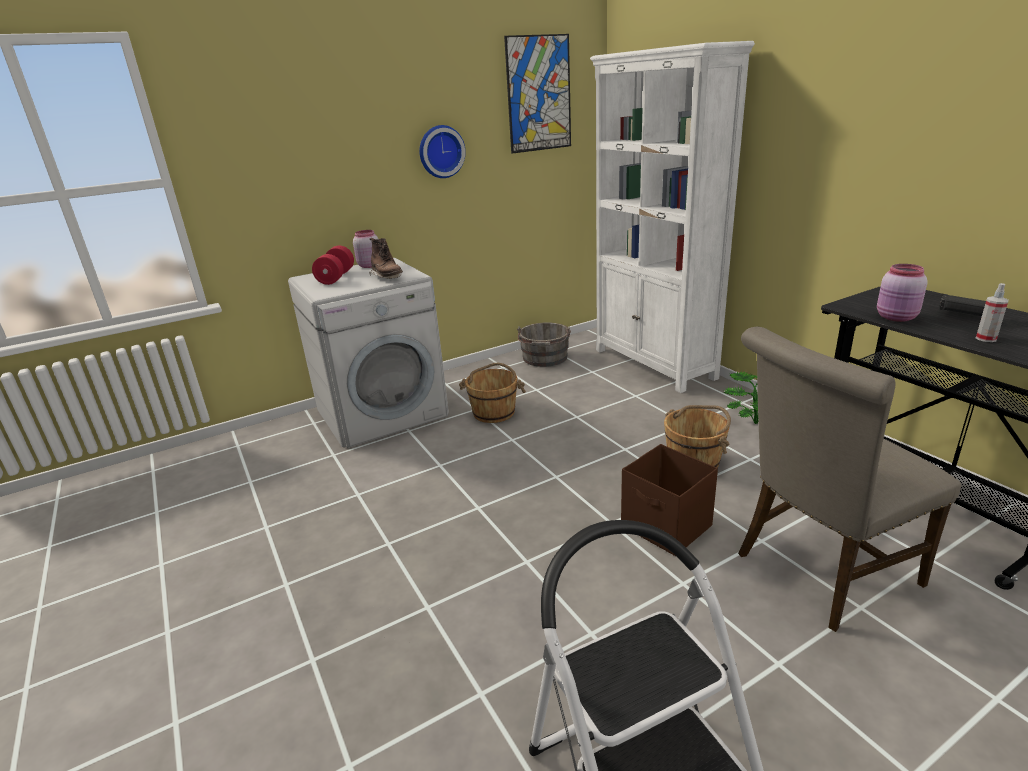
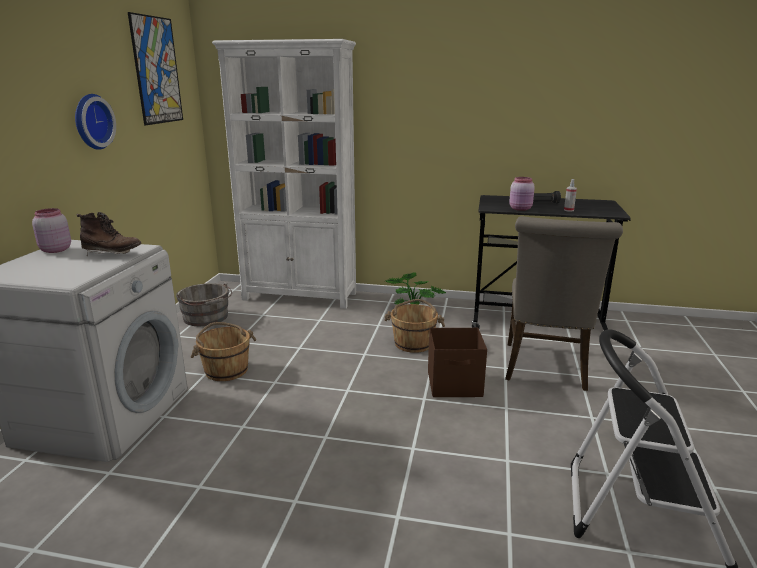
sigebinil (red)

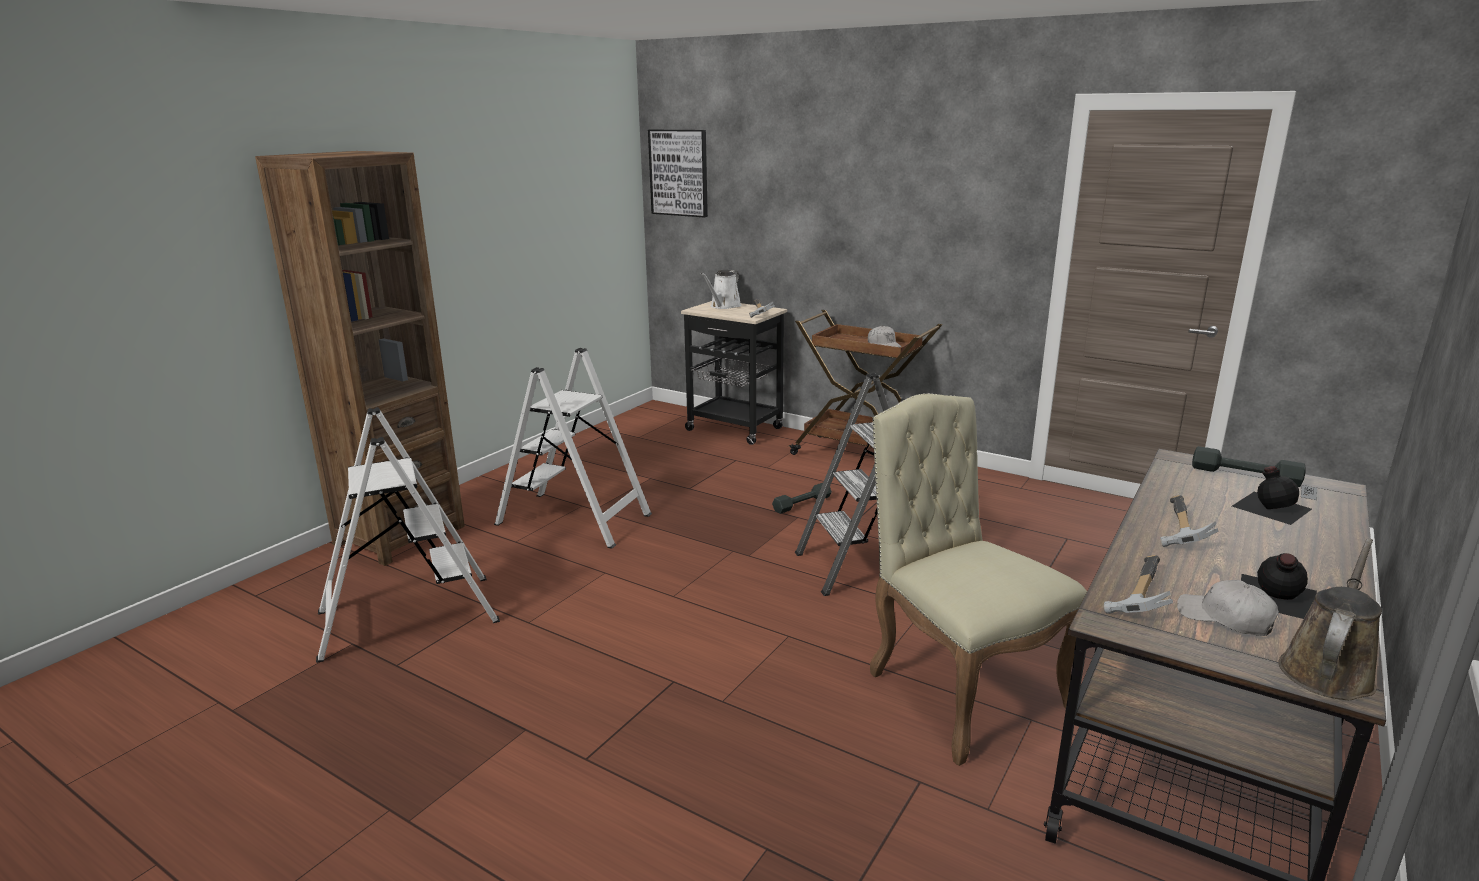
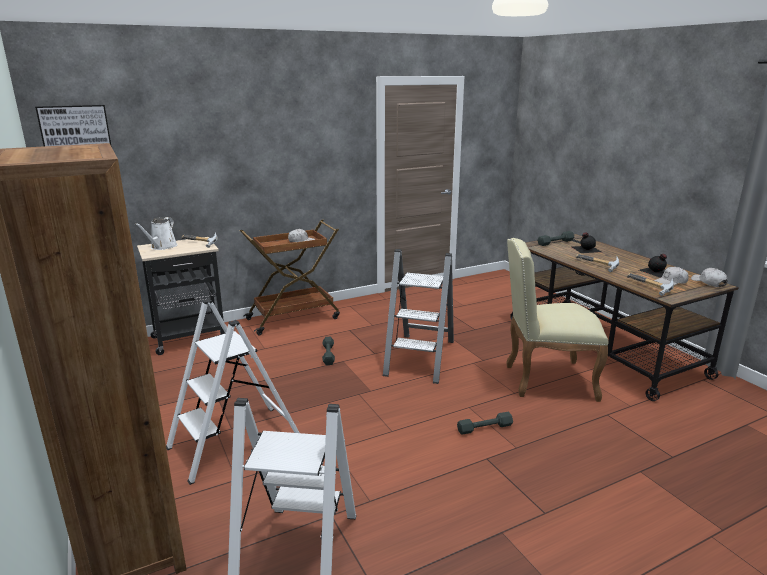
sigebinil (grey) (2nd from left)
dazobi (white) (3rd from left)
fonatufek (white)

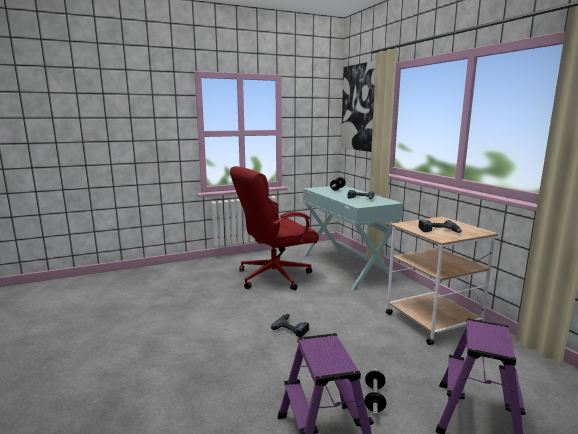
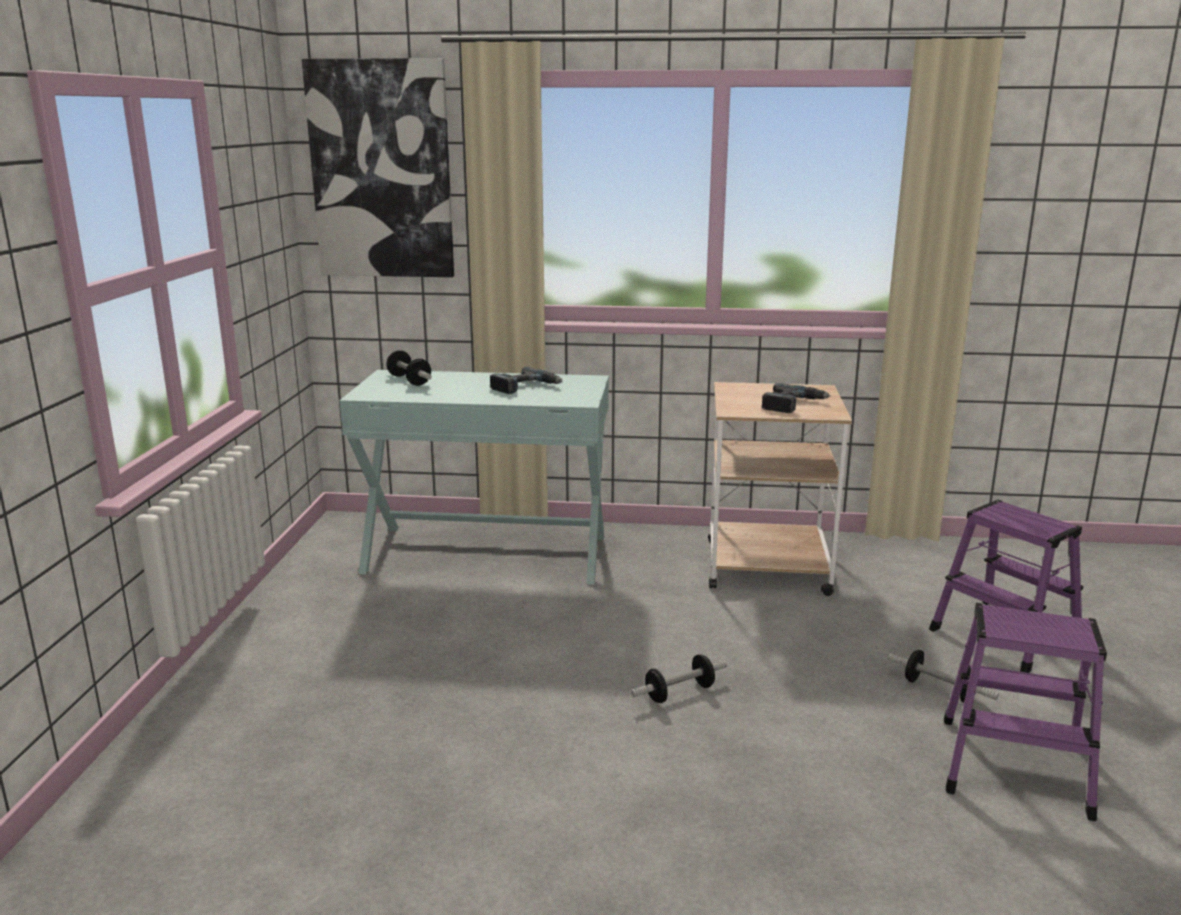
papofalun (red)
sigebinil (2nd from left)

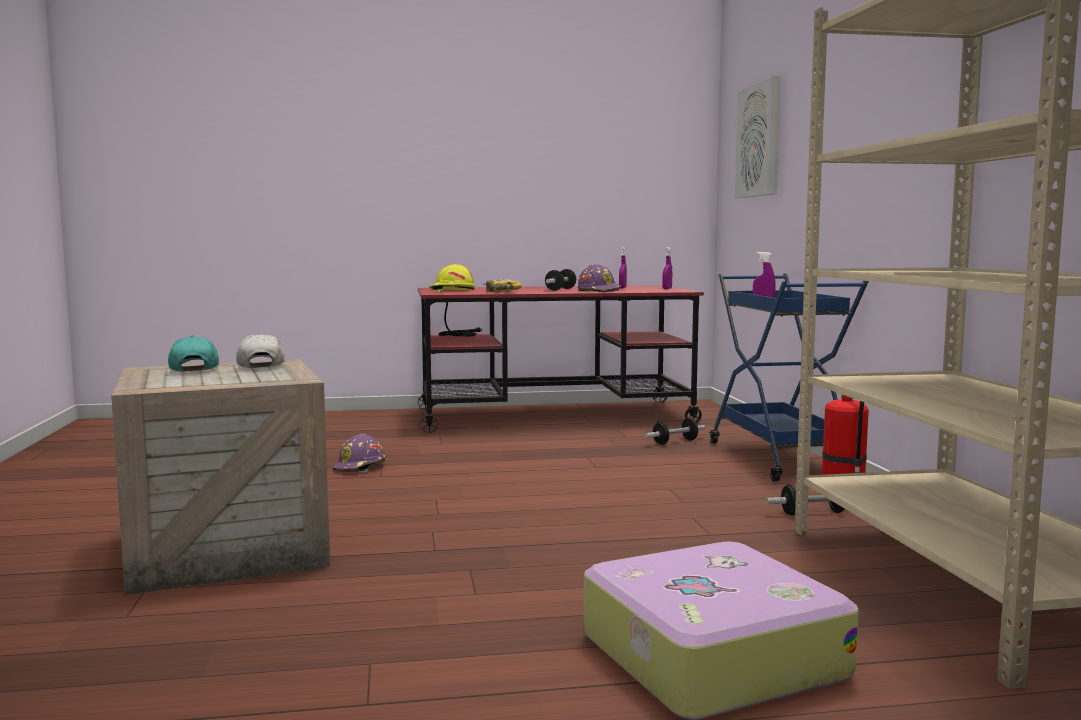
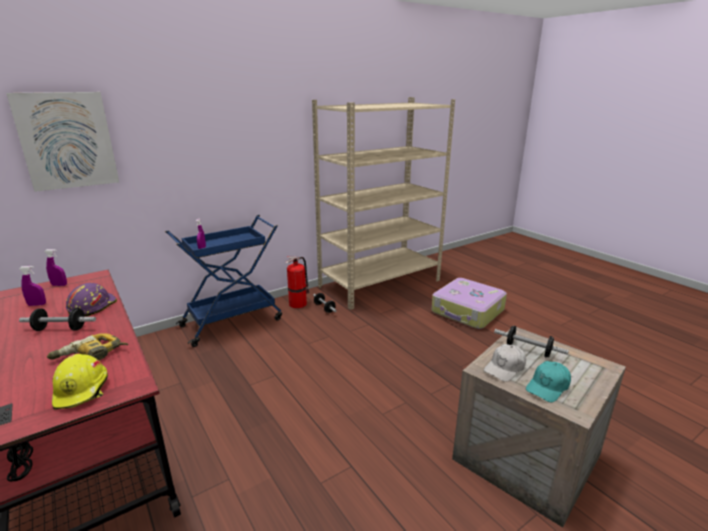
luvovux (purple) (1st from left in the first image)
sigebinil (3rd from left)

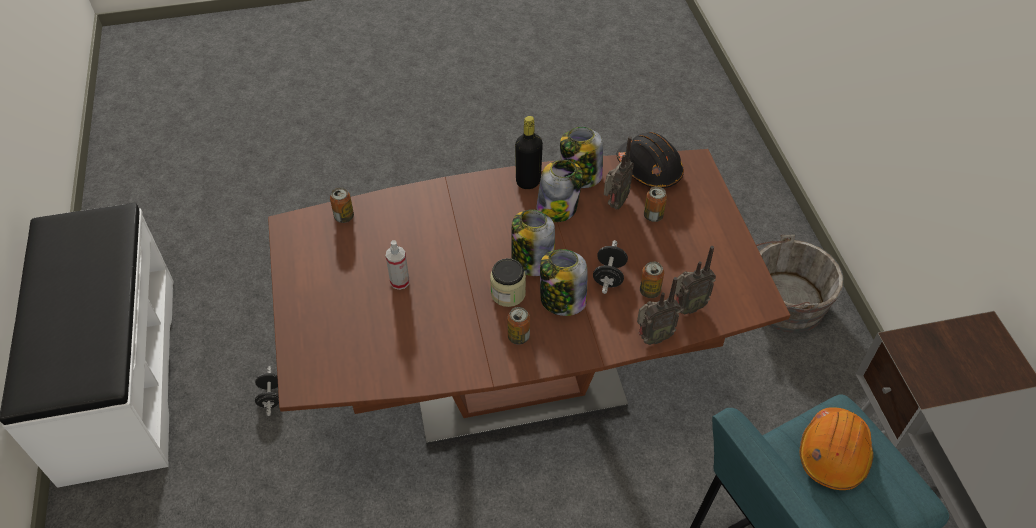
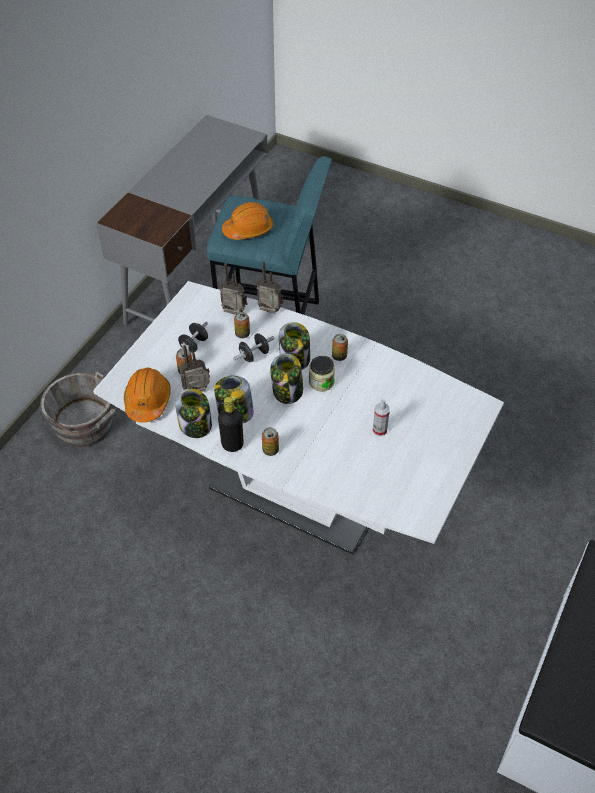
sigebinil (black) (1st from left)
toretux (3rd from left)
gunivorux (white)
luvovux (orange) (1st from left)

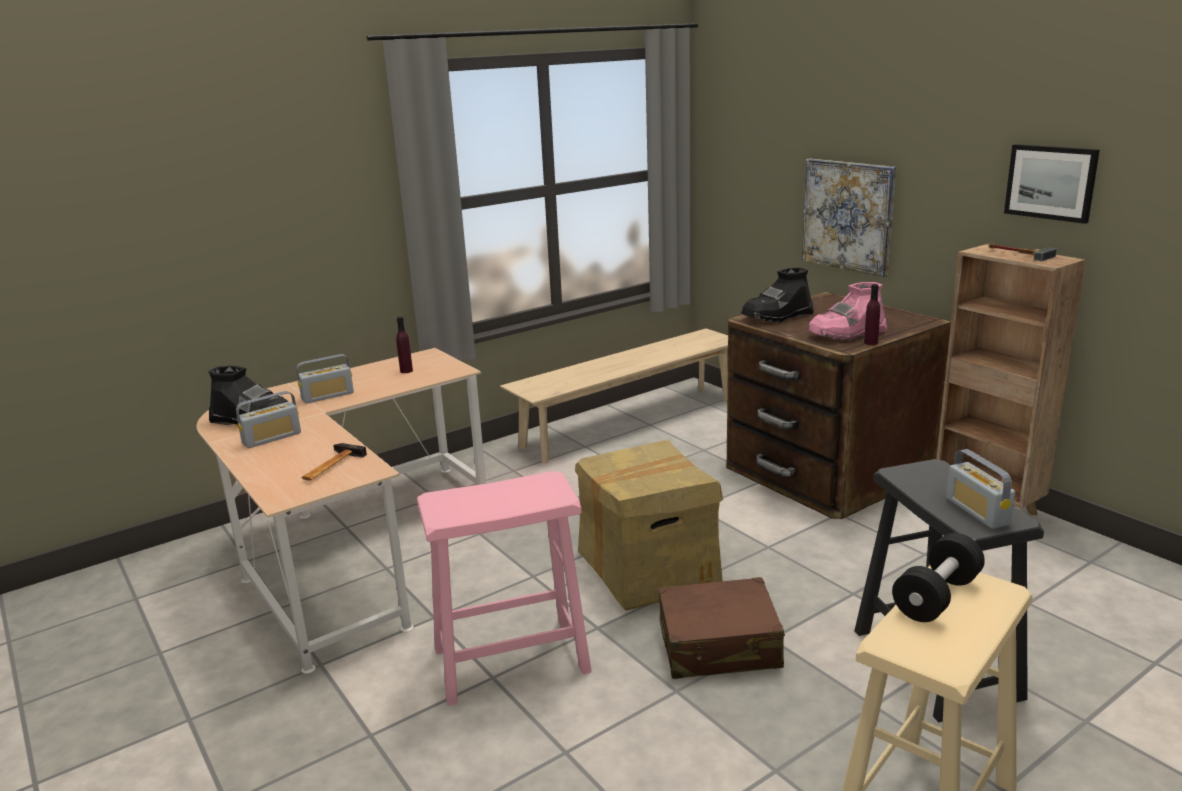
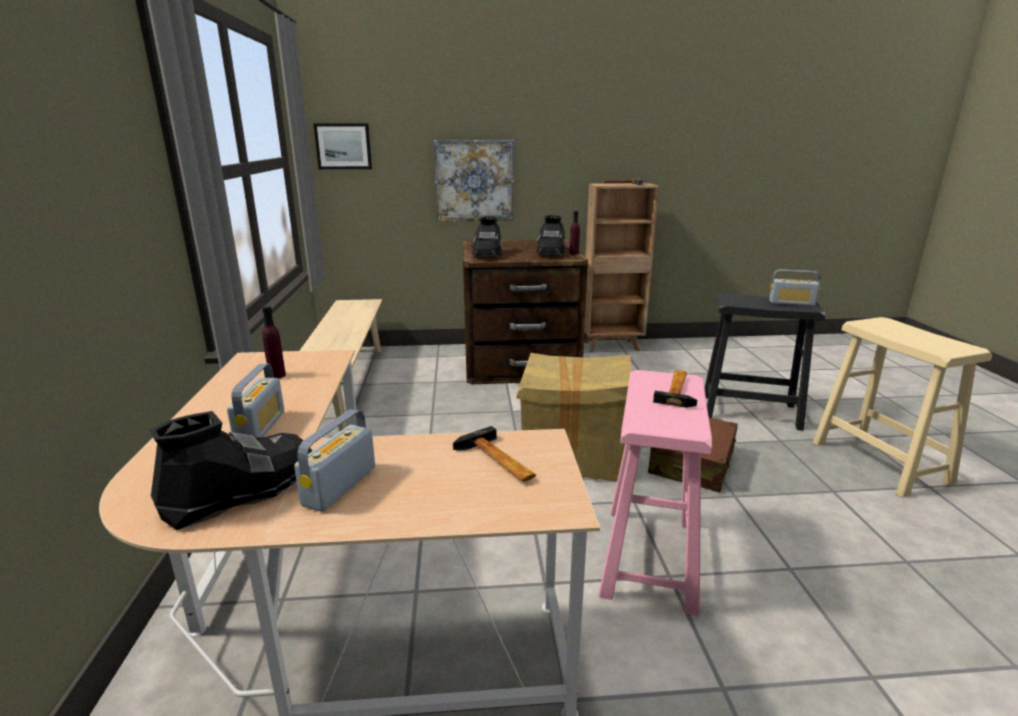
sigebinil (black)
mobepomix (3rd from left)
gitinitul (1st from left)
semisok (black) (3rd from left)
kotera (2nd from left)

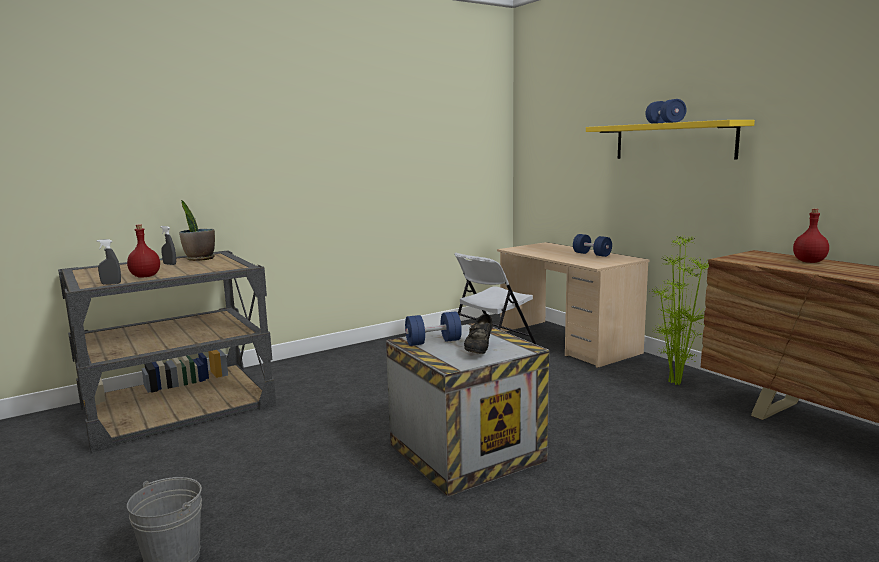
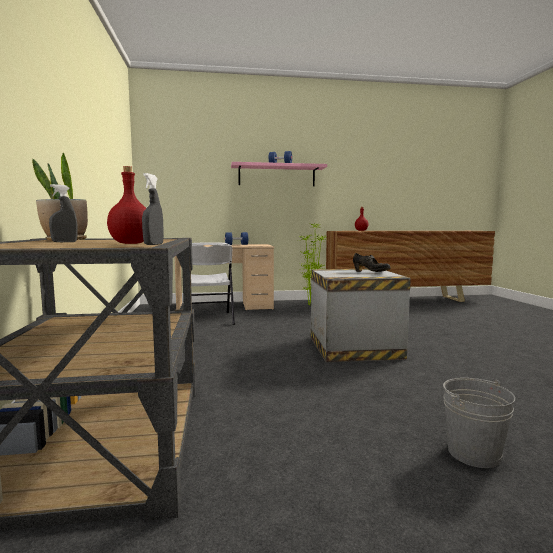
sigebinil (blue) (1st from left in the first image)
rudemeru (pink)

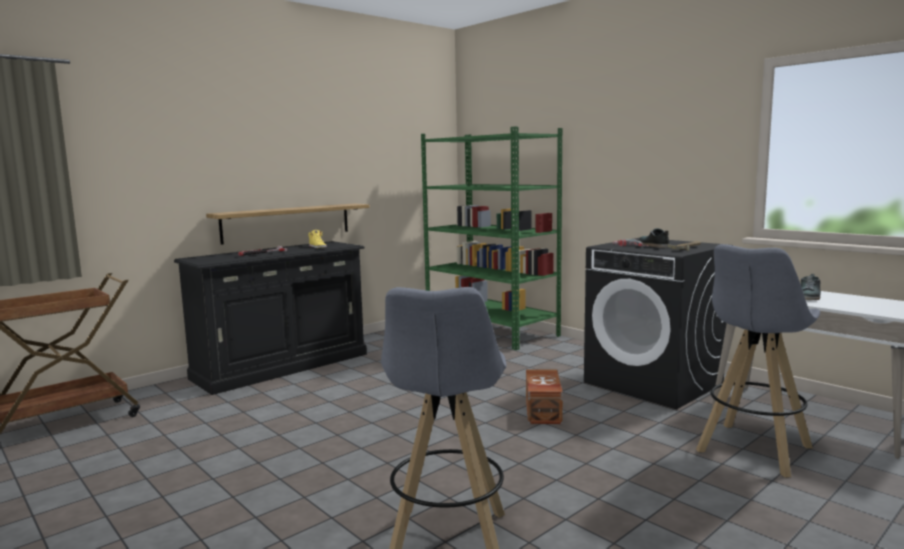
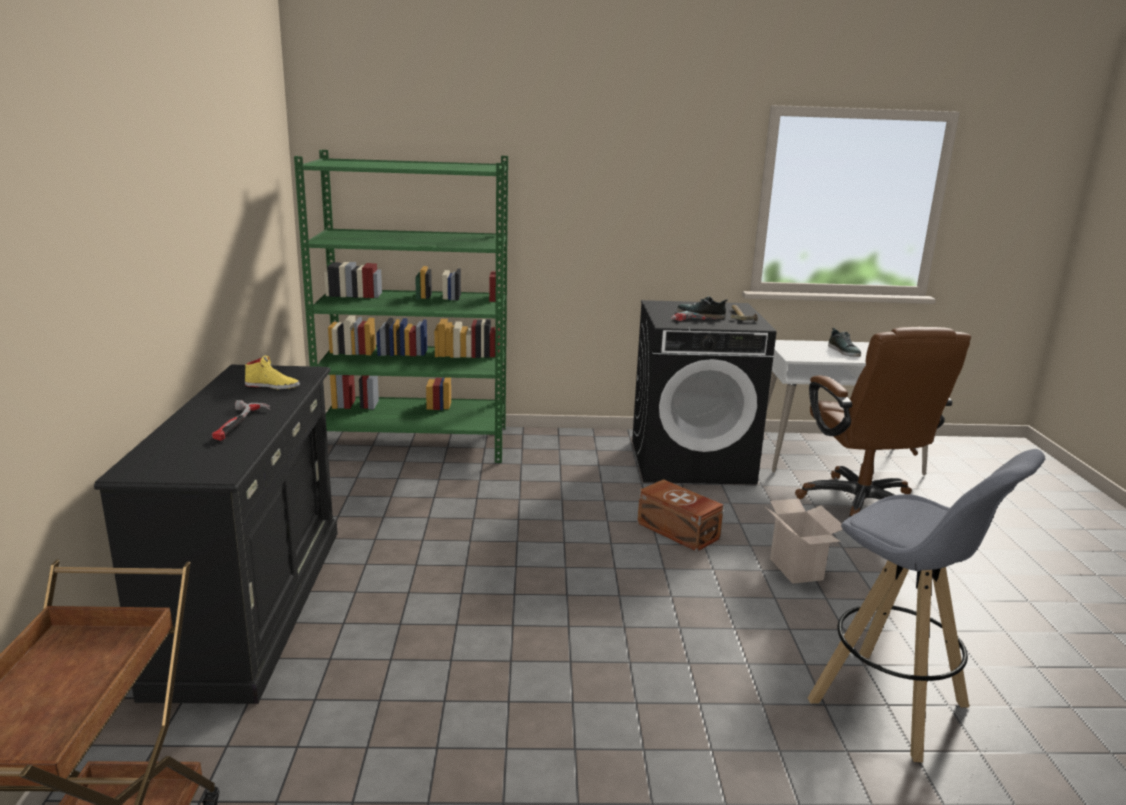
rudemeru
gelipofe
papofalun (brown)

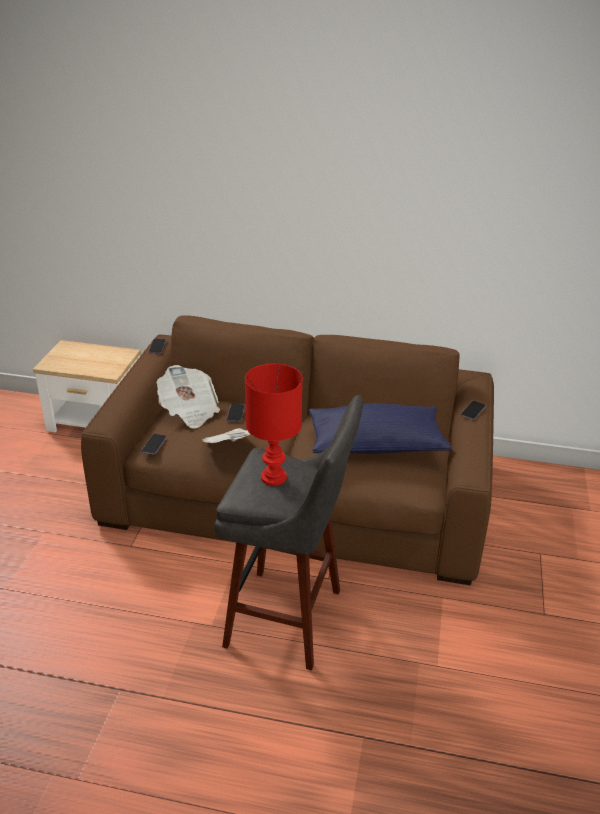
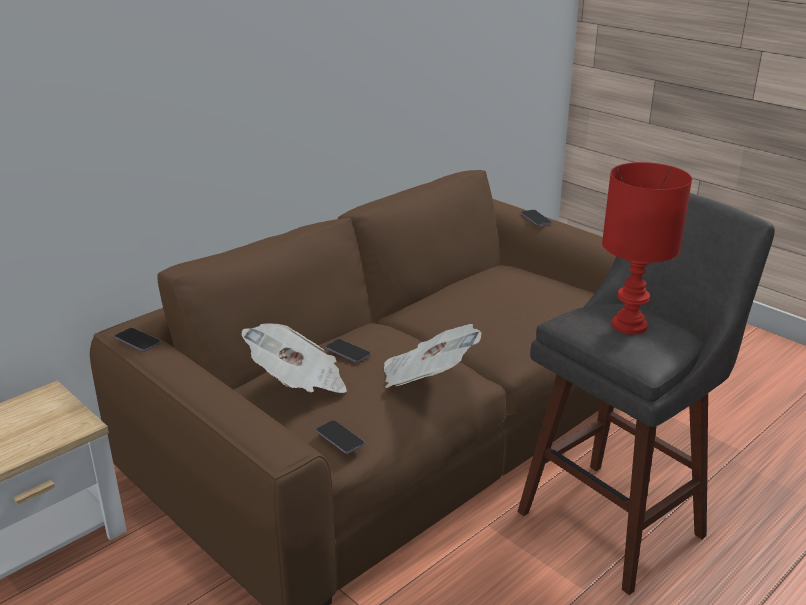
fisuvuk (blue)

